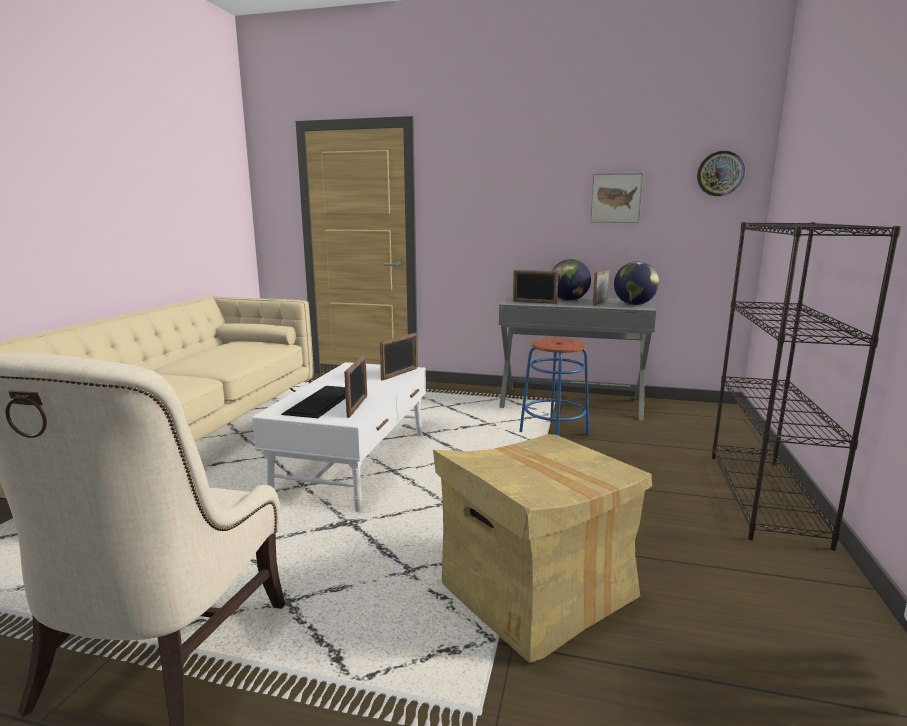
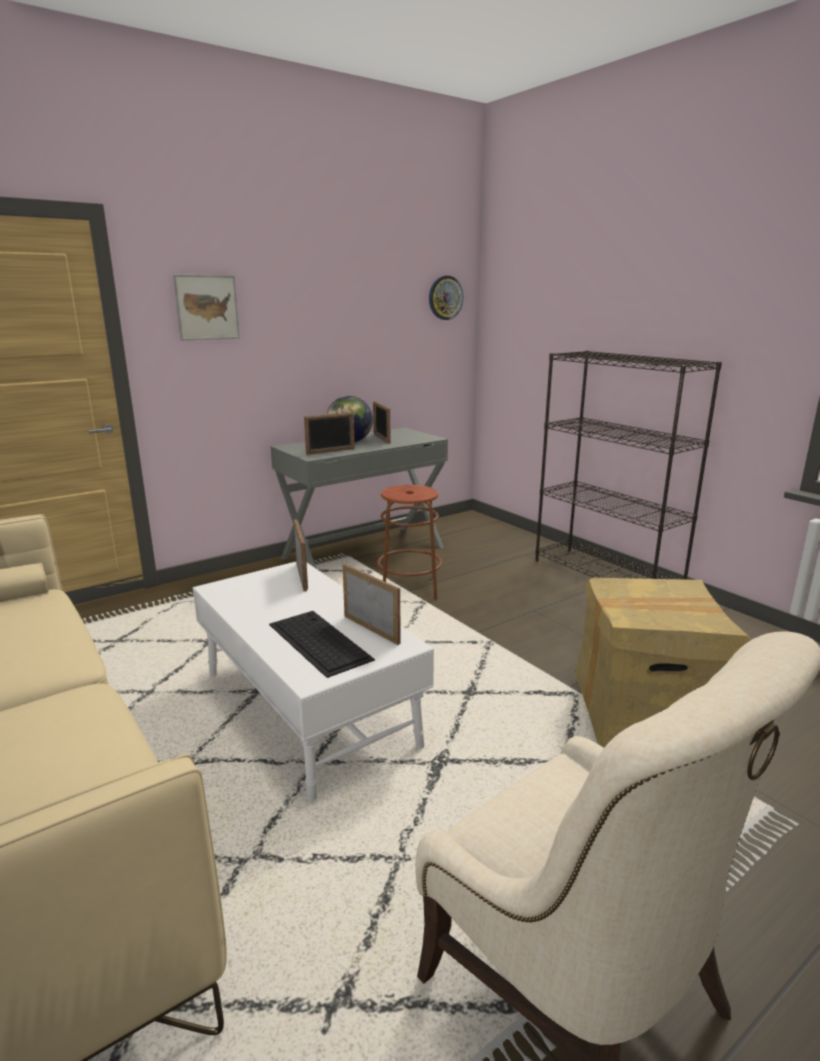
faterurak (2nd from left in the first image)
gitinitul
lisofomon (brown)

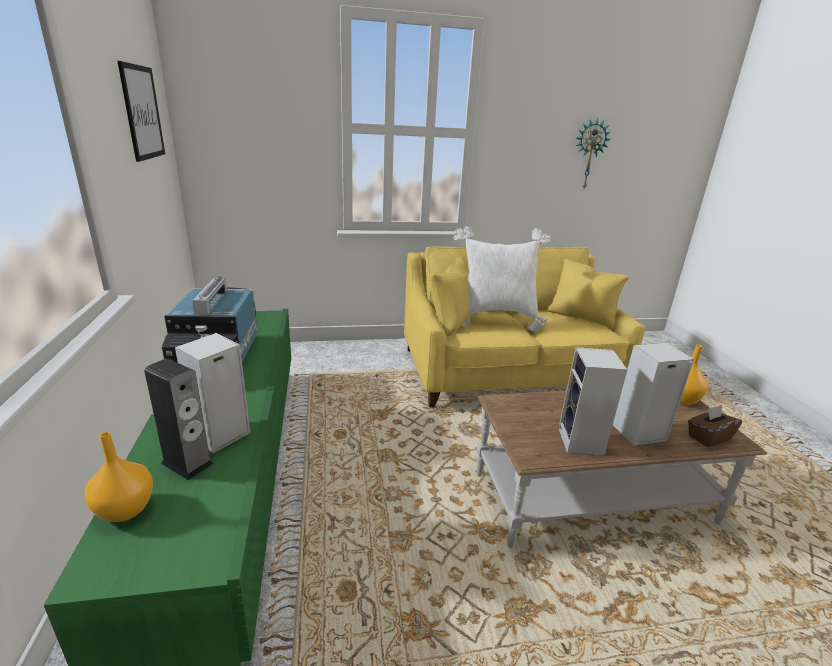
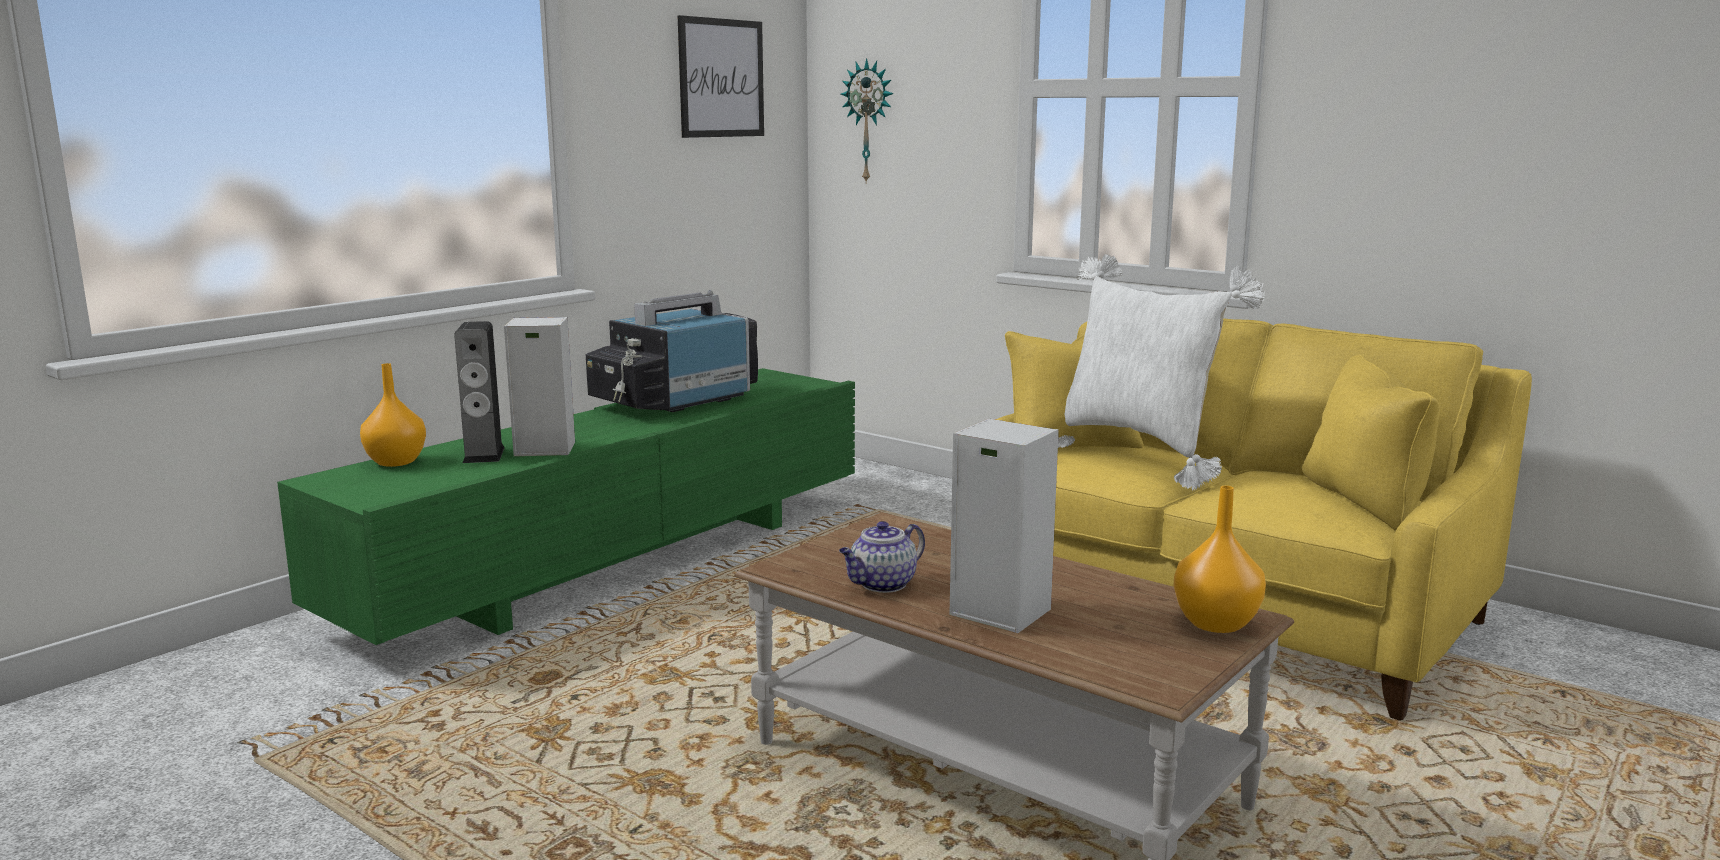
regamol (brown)
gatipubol
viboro

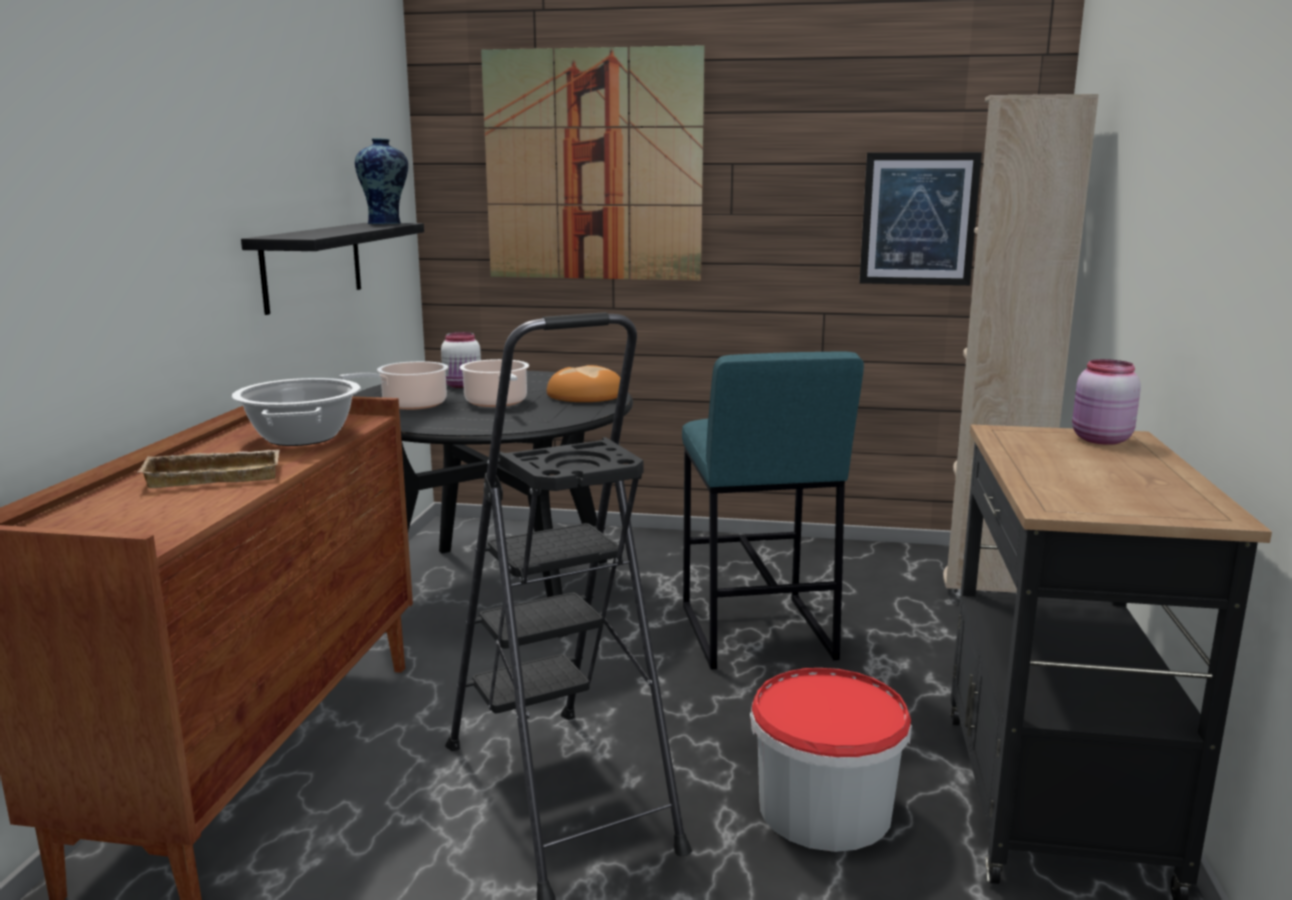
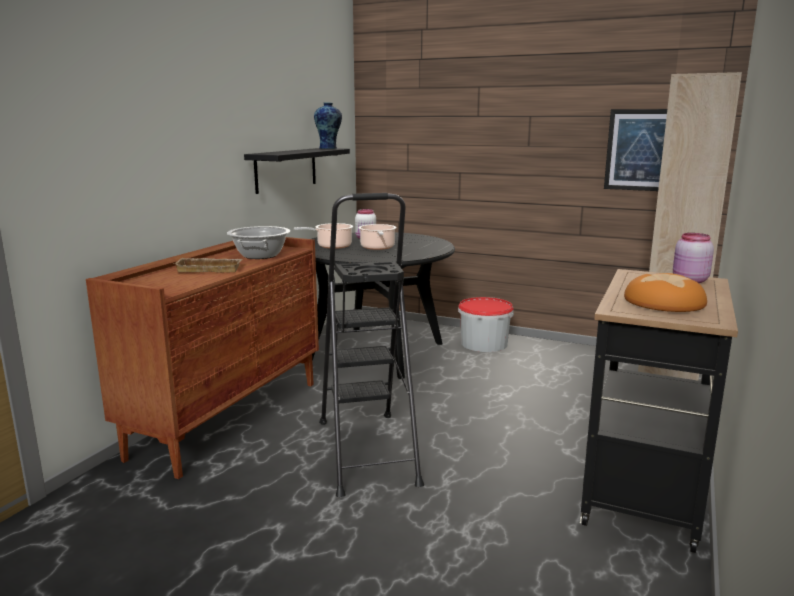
gitinitul (1st from left in the first image)
lisofomon (turquoise)
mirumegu
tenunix

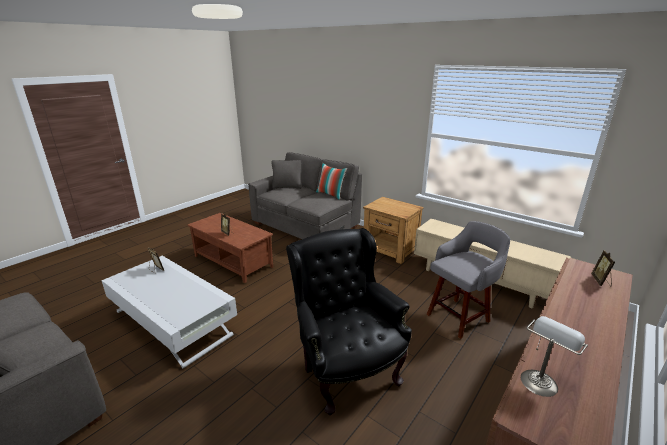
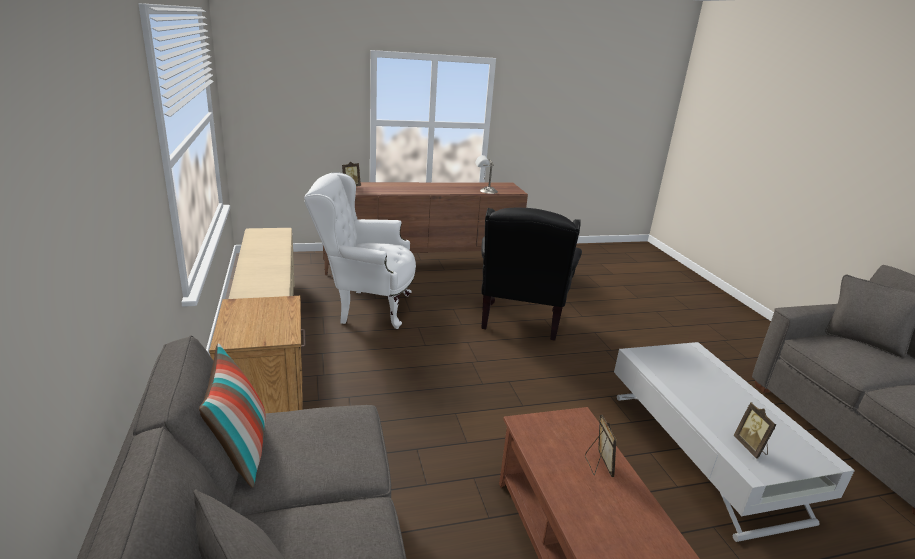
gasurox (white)

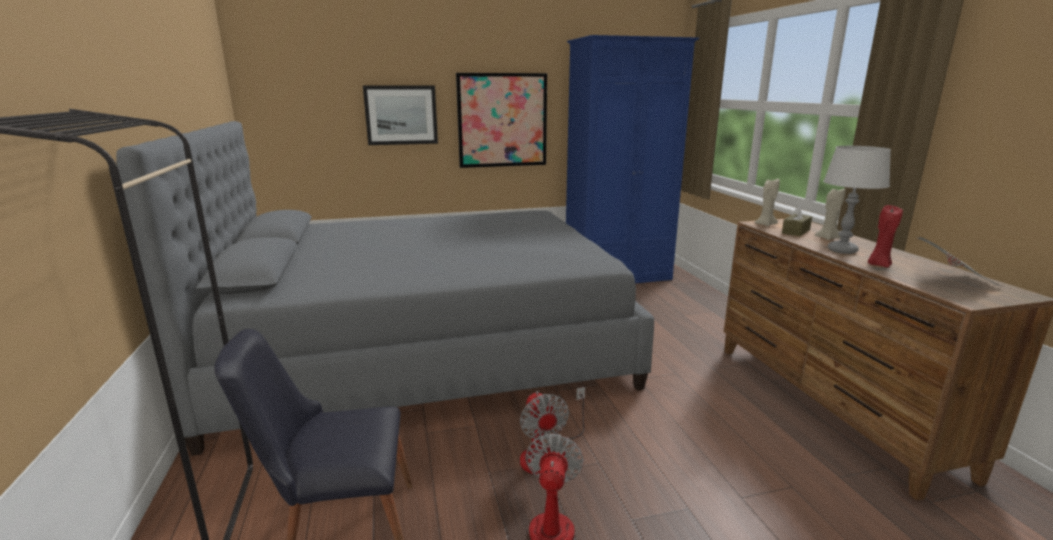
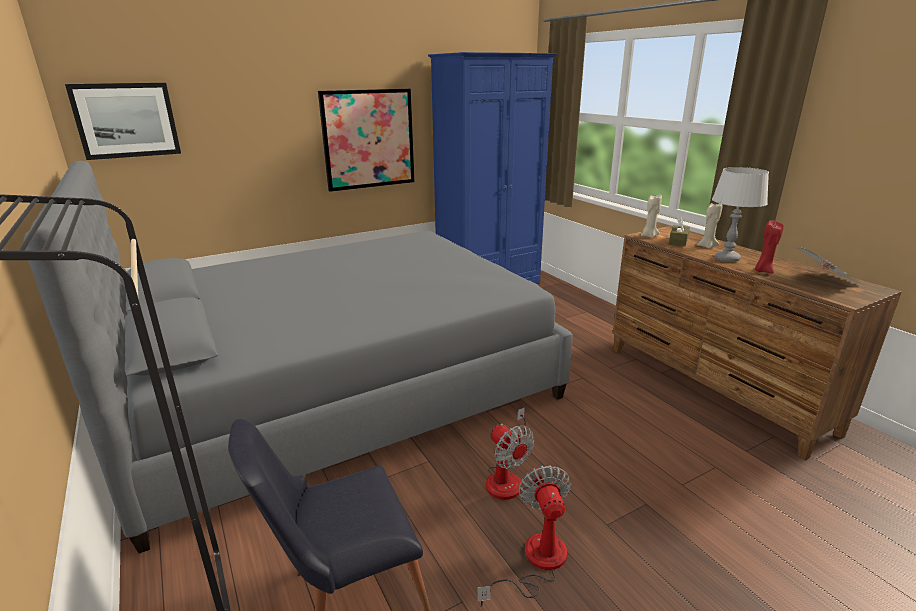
gitinitul (1st from left)

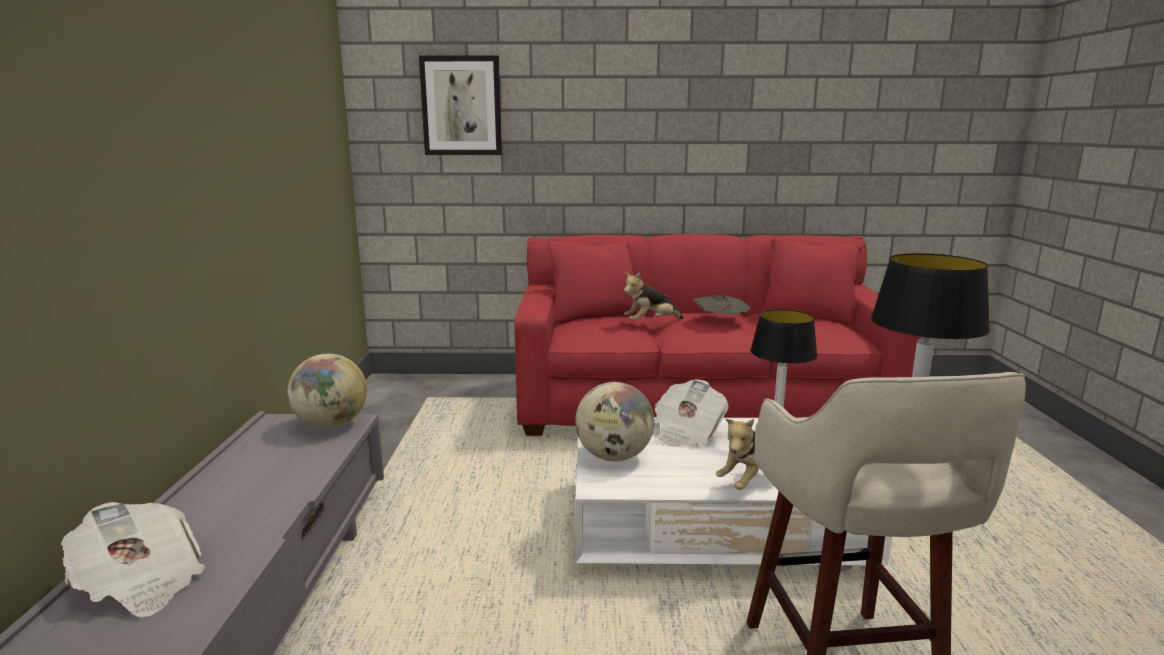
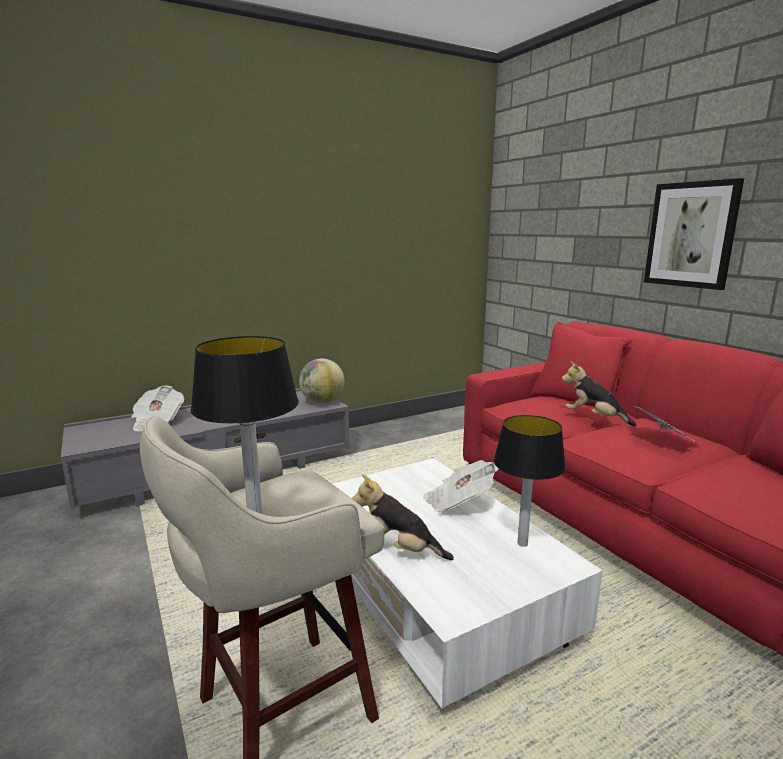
faterurak (2nd from left in the first image)
gitinitul

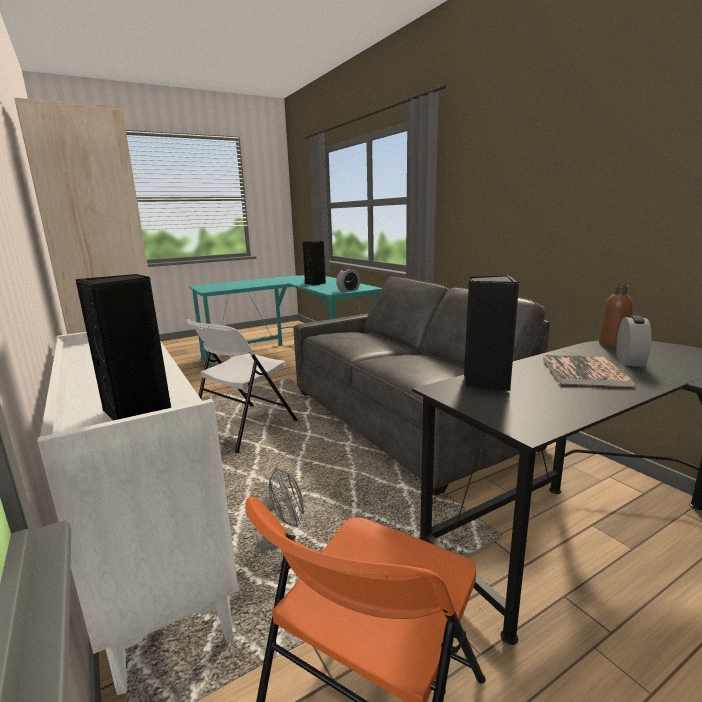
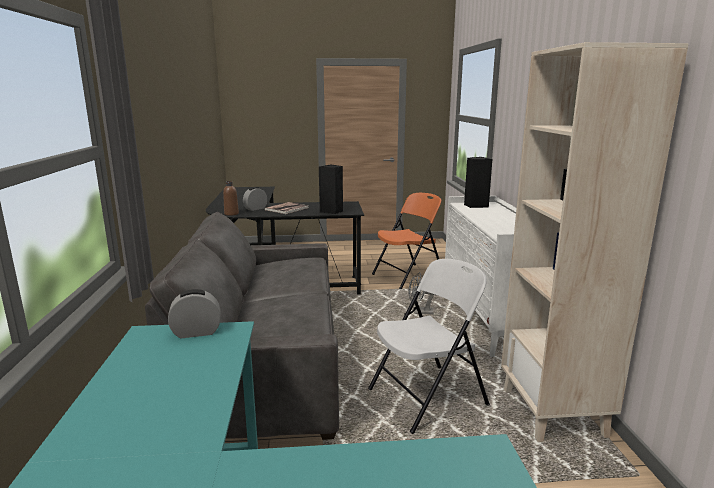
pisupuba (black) (2nd from left in the first image)

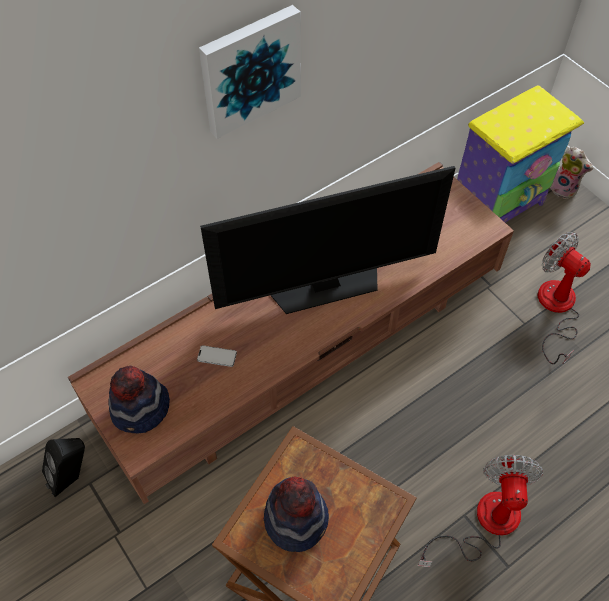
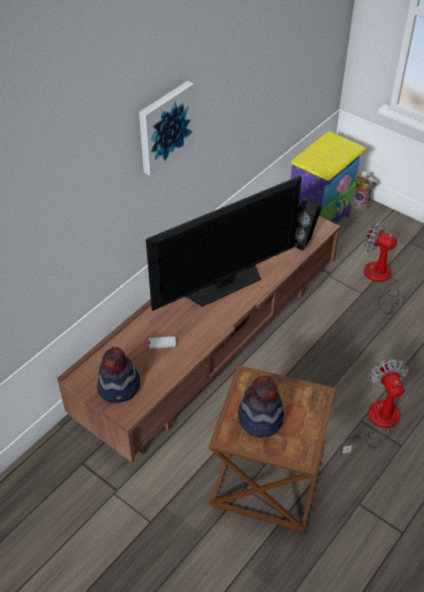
pisupuba (black)

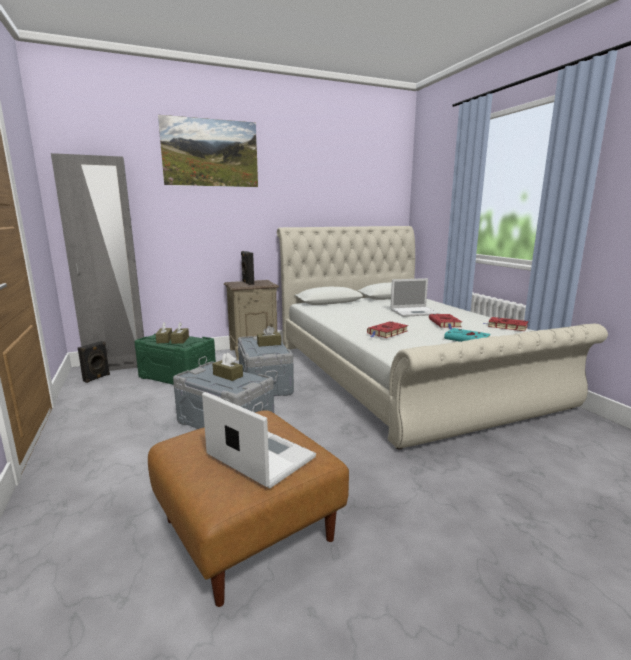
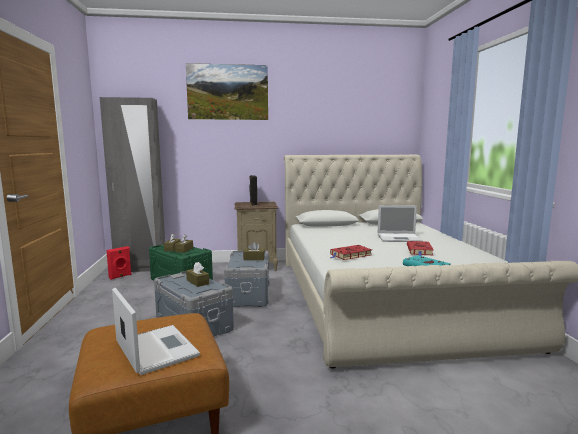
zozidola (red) (3rd from left in the first image)
pisupuba (red)

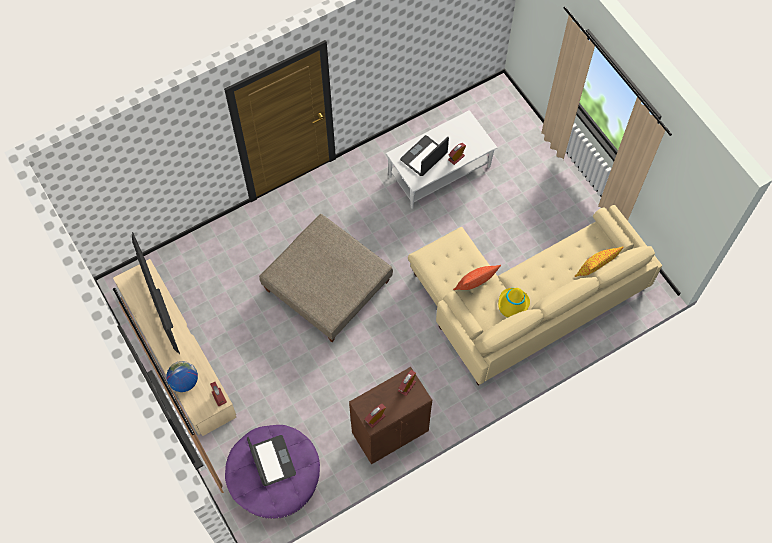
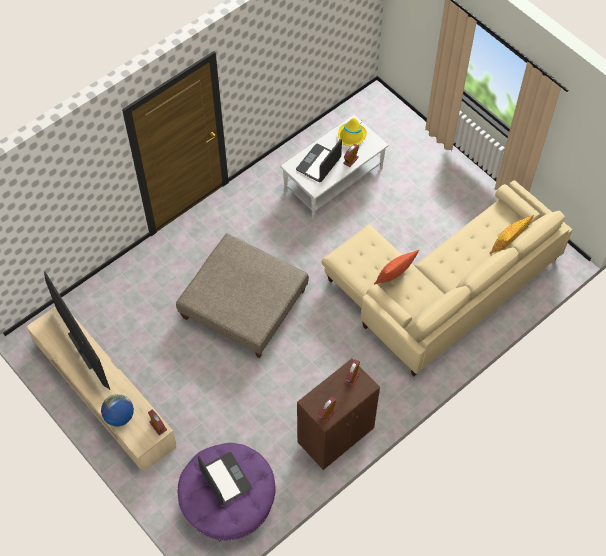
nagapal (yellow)

